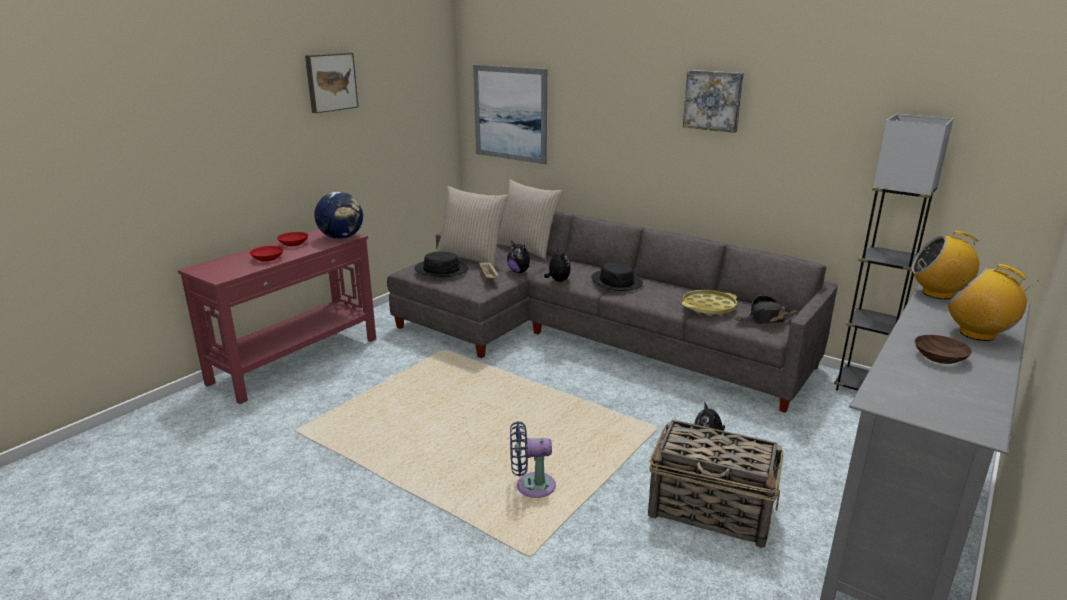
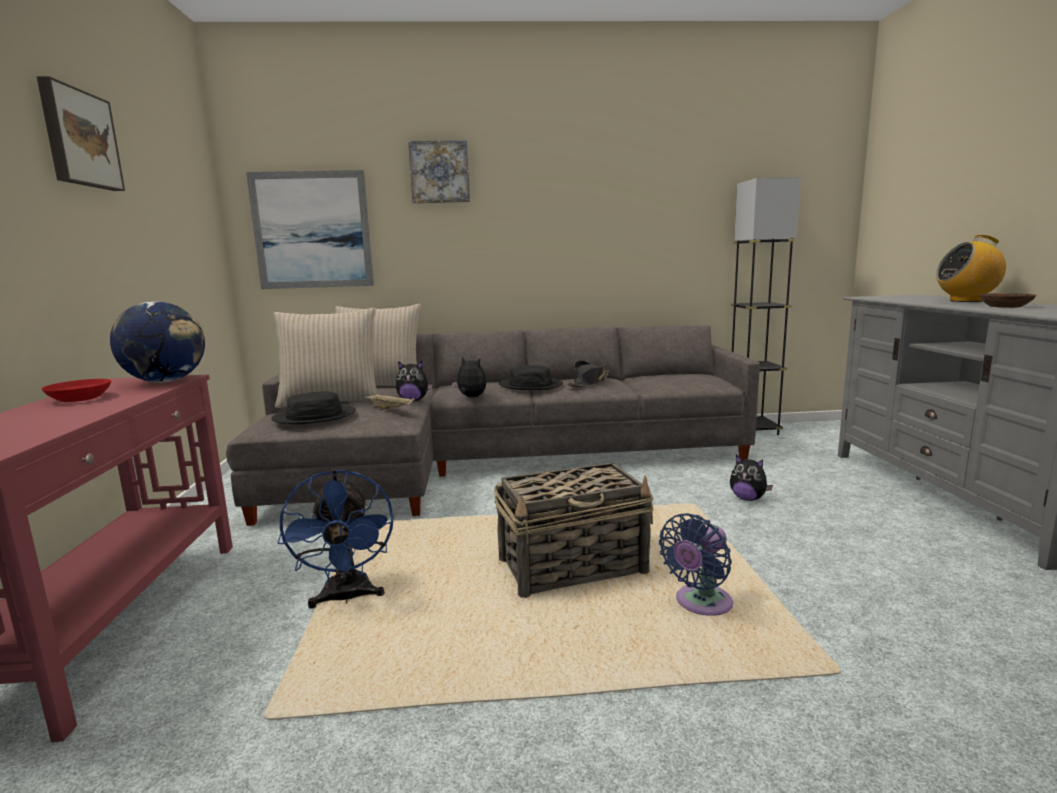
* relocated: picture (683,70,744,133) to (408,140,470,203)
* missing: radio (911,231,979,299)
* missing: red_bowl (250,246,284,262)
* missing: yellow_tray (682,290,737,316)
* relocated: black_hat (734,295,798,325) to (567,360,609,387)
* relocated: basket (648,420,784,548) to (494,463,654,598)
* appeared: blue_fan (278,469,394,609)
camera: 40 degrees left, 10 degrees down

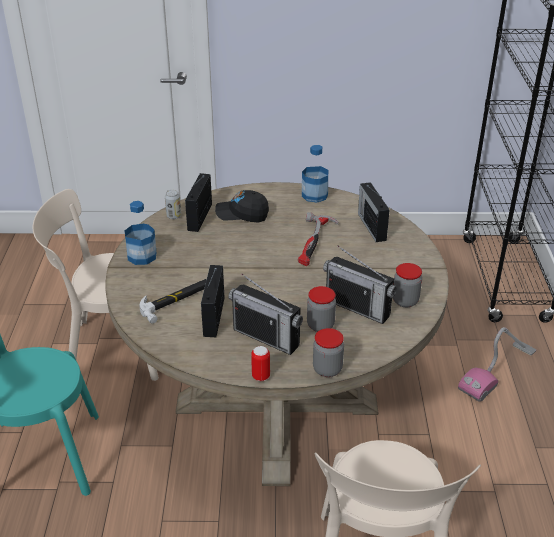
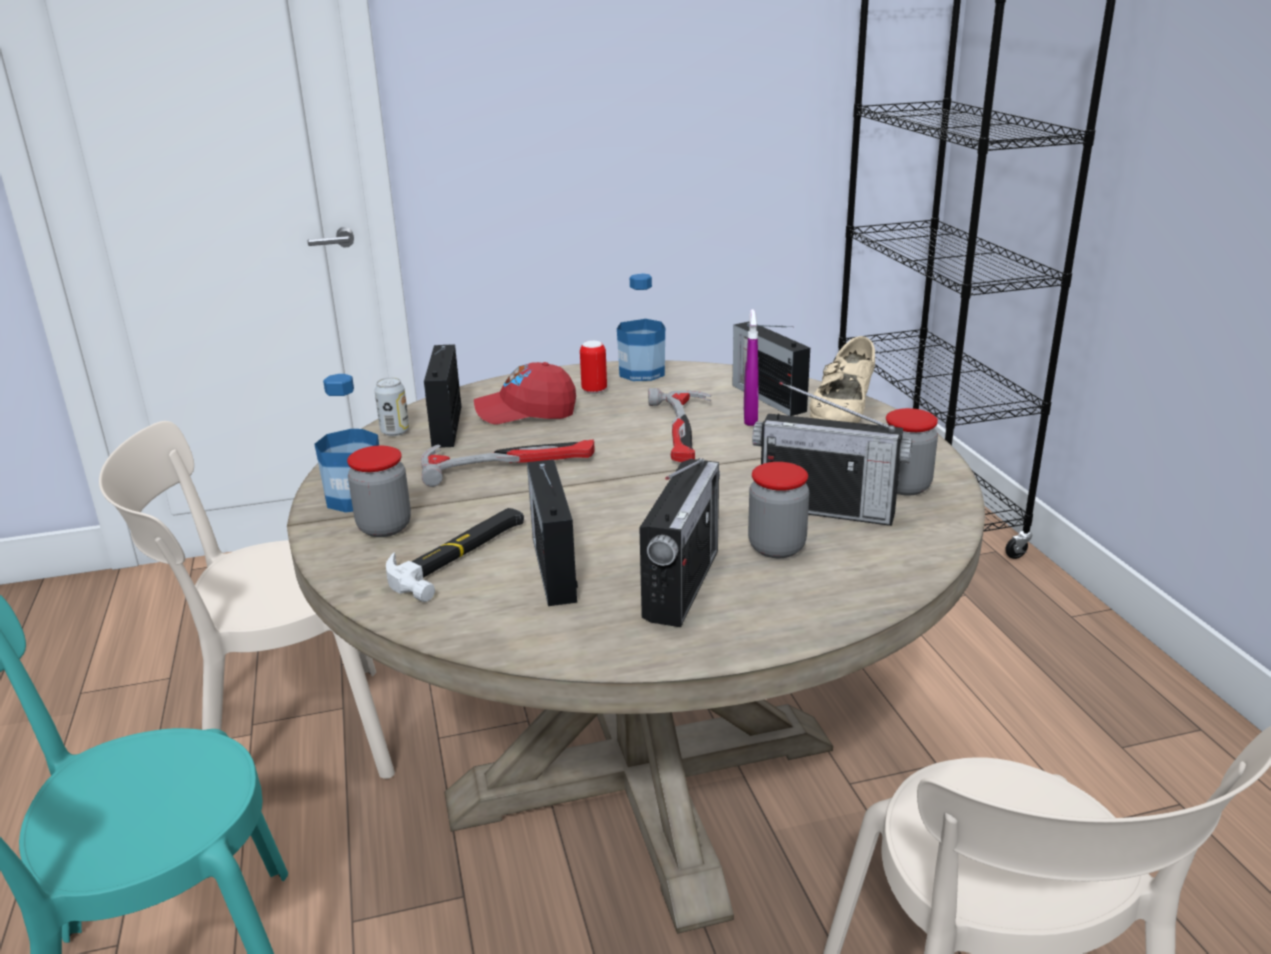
* colour: black_cap (215,190,269,222) to red_cap (474,362,576,425)
* spun: radio (229,273,303,355) = (639,458,720,627) 90 degrees counterclockwise
* missing: vacuum_cleaner (458,327,536,402)
* relocated: jar (313,328,344,377) to (347,446,411,537)
* relocated: can (251,346,270,381) to (580,341,607,394)
* appeared: purple_spray_bottle (744,309,759,426)
* appeared: beige_shoe (810,336,875,423)
* appeared: hammer (421,440,595,487)
camera: 15 degrees left, 10 degrees down

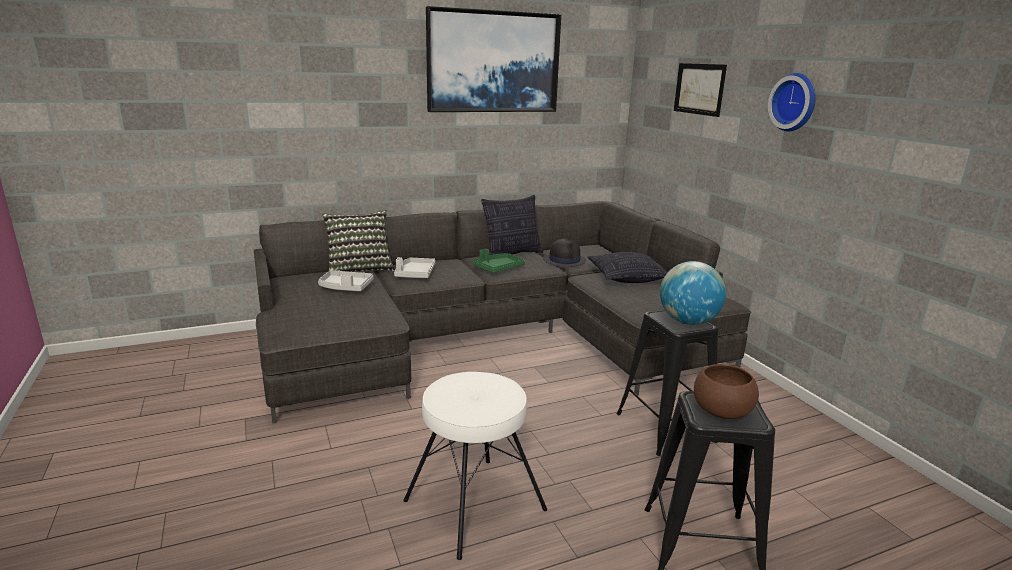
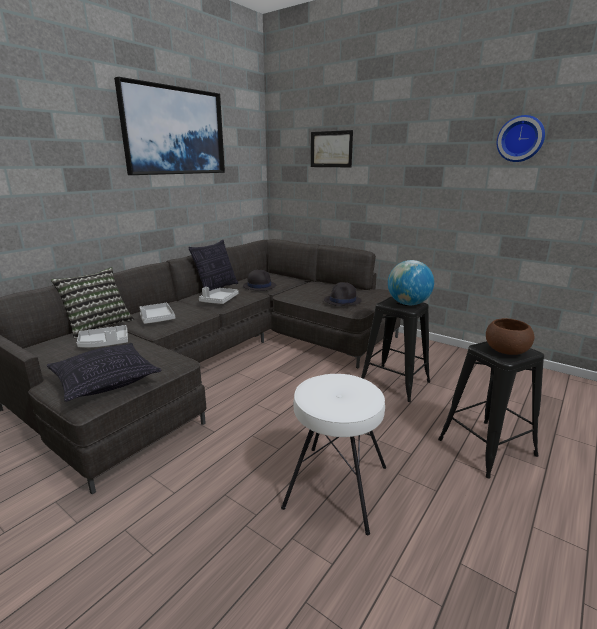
* relocated: wall_clock (768,73,816,131) to (497,115,545,162)
* colour: green_tray (473,249,525,273) to grey_tray (199,287,239,304)
* relocated: pillow (587,252,668,283) to (47,343,161,402)
* appeared: black_hat (324,282,361,306)
camera: 30 degrees left, 0 degrees up

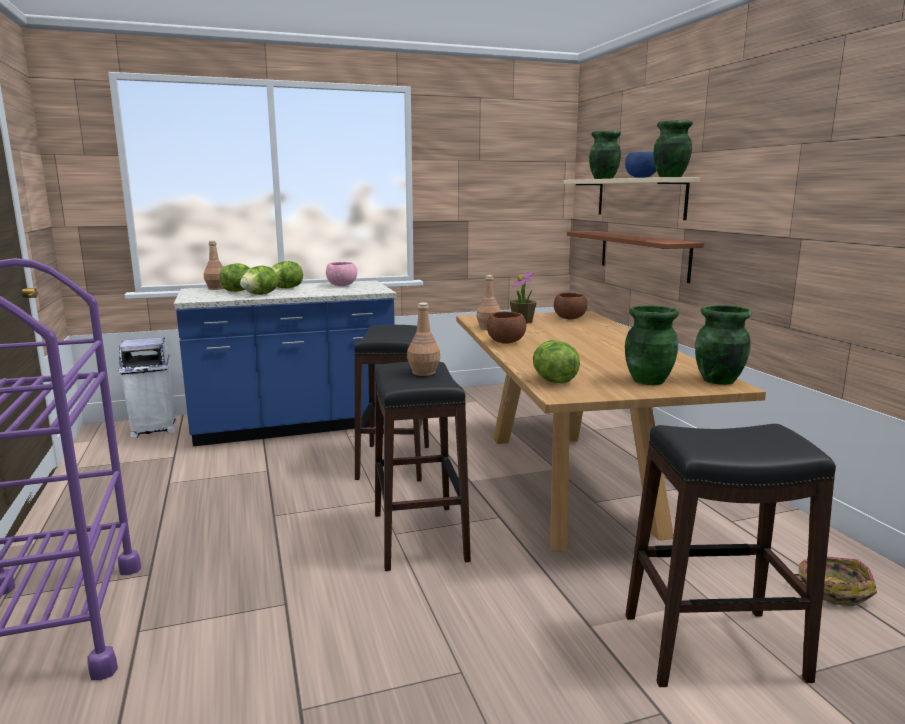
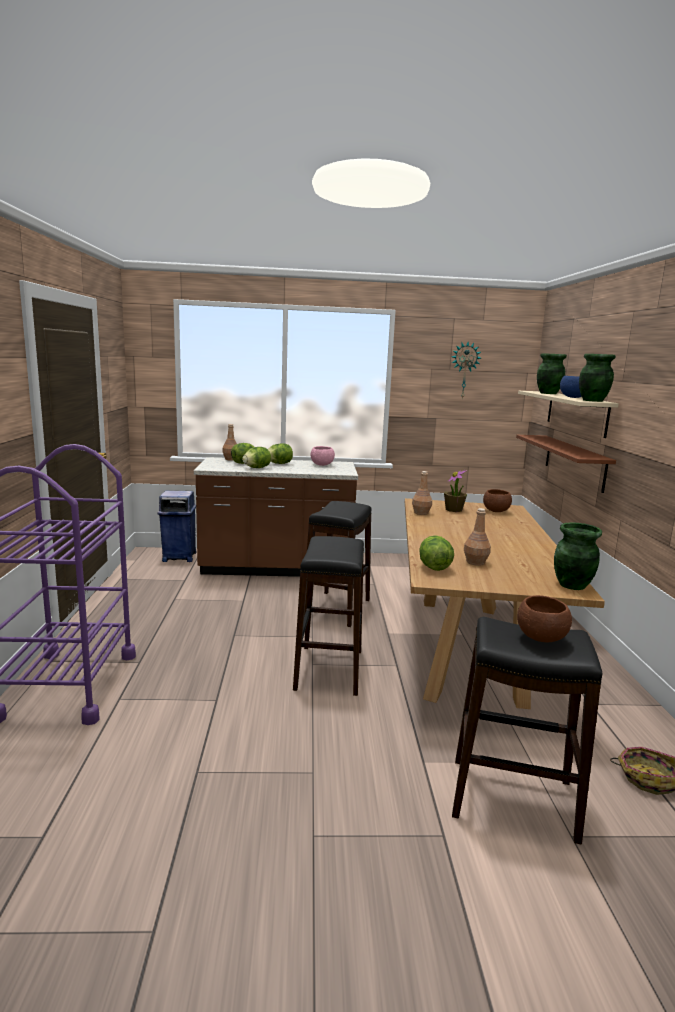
* colour: blue_counter (174,280,396,447) to brown_counter (194,457,358,577)
* relocated: brown_bottle (407,303,440,376) to (464,508,491,566)
* missing: green_vase (625,305,679,385)
* relocated: brown_bowl (487,311,526,344) to (517,595,572,643)
* colour: white_trash_can (118,337,177,438) to blue_trash_can (157,491,197,562)
* appeared: wall_clock (451,342,481,399)
camera: 15 degrees right, 0 degrees up

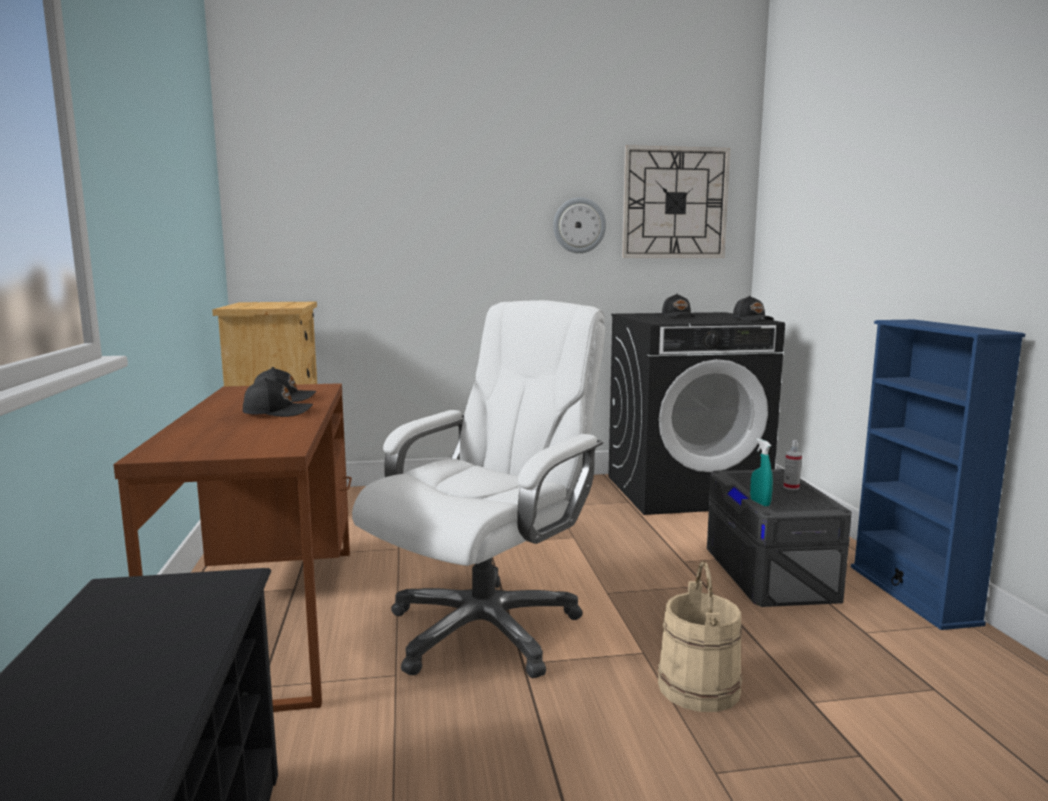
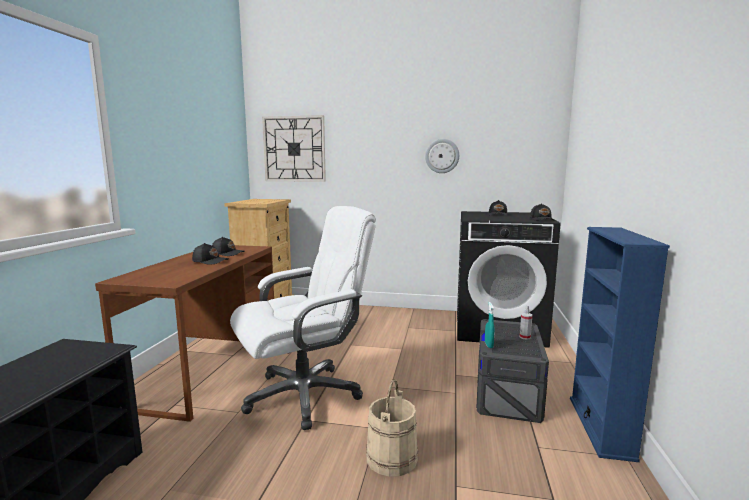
* relocated: wall_clock (622,145,730,258) to (262,115,326,182)
camera: 20 degrees right, 0 degrees up

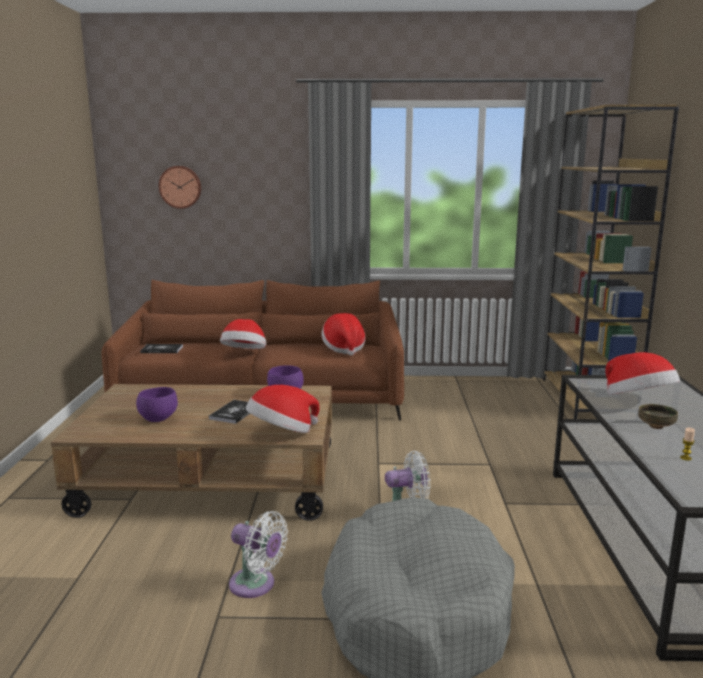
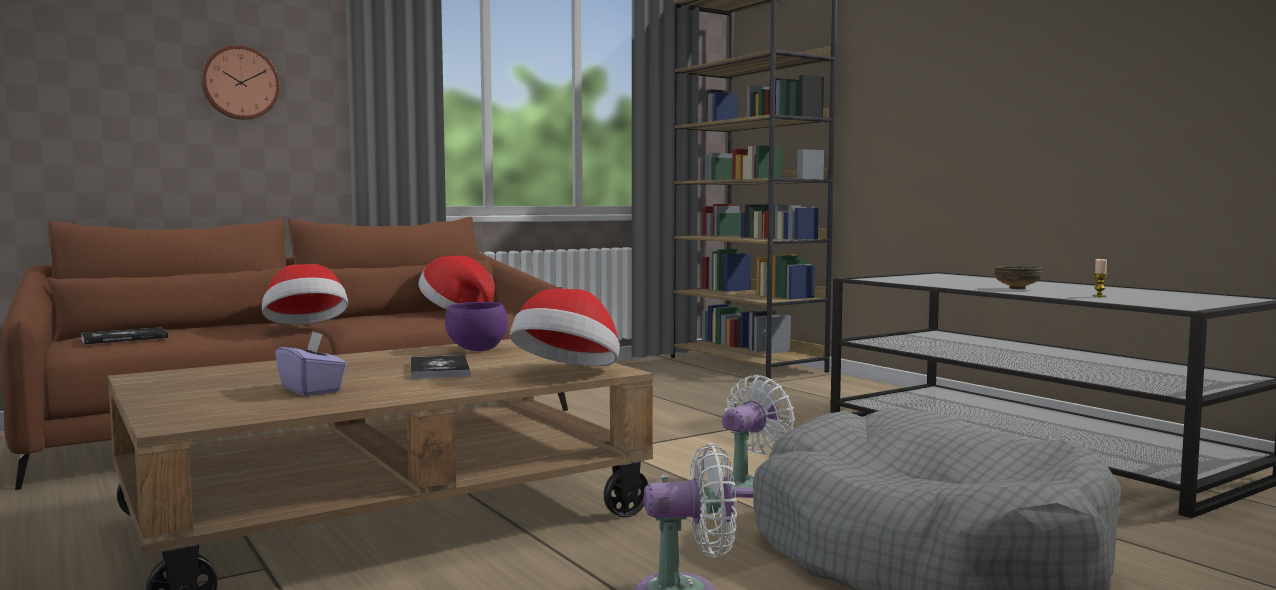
* relocated: wall_clock (159,166,201,209) to (201,45,280,120)
* missing: hat (605,352,680,395)
* exchanged: purple_bowl (136,387,178,422) to purple_tissue_box (275,331,347,396)
camera: 35 degrees left, 10 degrees down

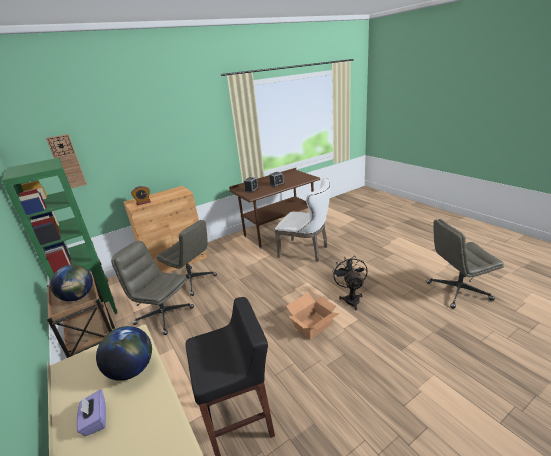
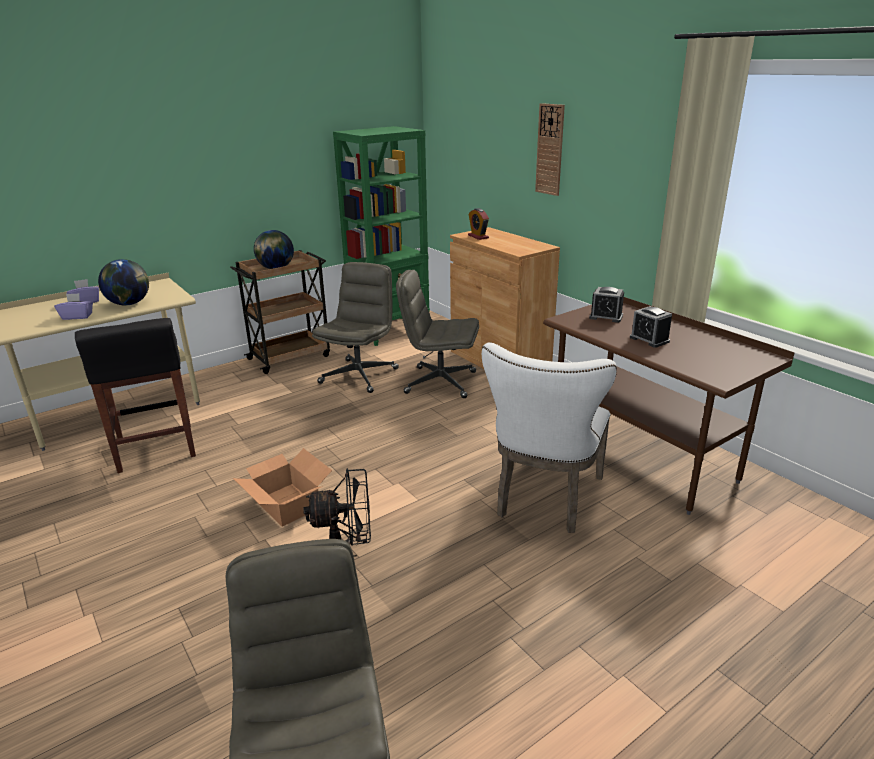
* relocated: wall_clock (46,134,87,188) to (535,103,565,196)
* spun: grey_office_chair (156,220,217,296) = (396,270,479,398) 75 degrees clockwise
* appeared: purple_tissue_box (54,293,93,320)
camera: 85 degrees right, 0 degrees up

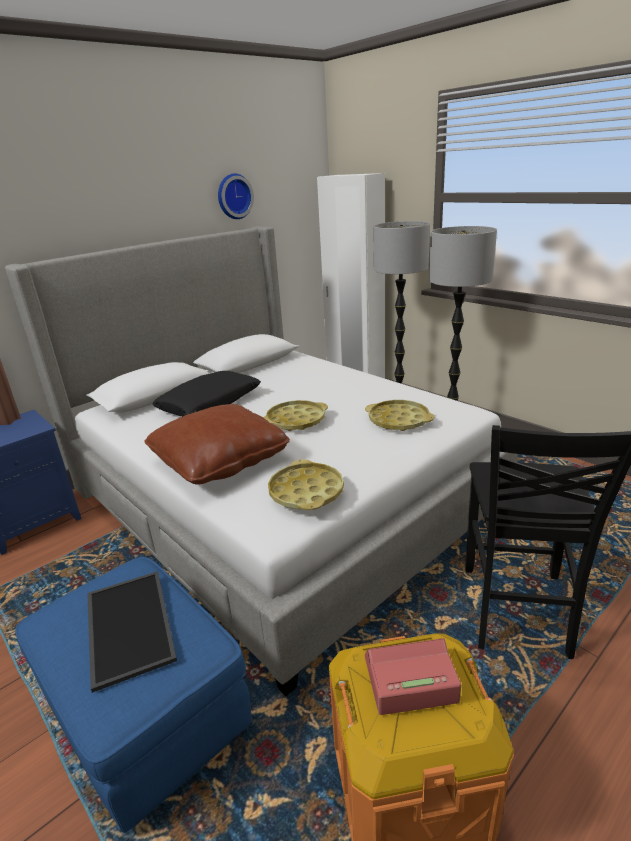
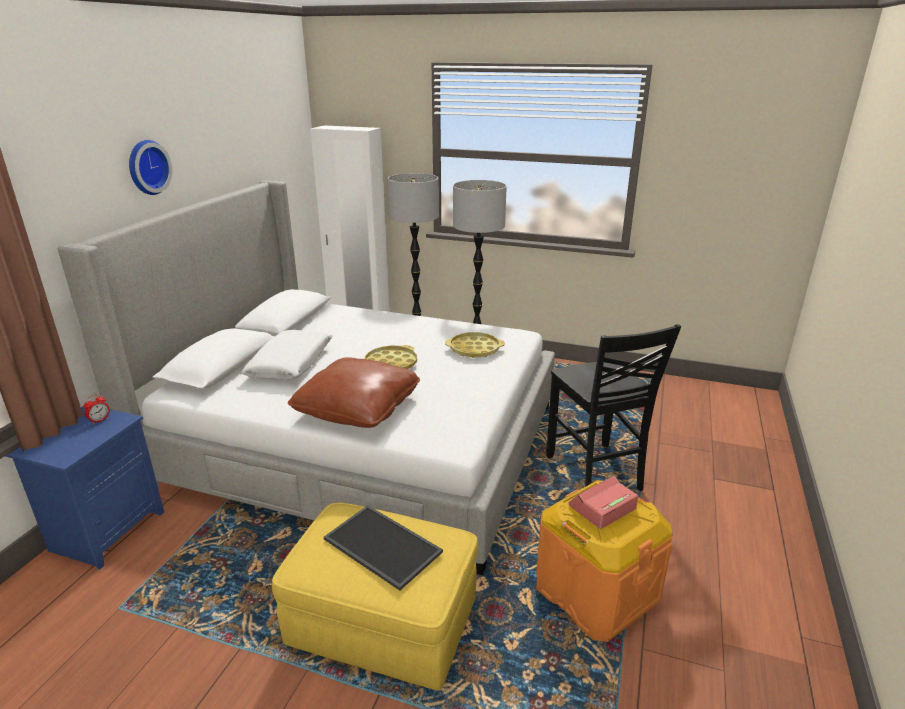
* relocated: wall_clock (218,173,254,219) to (129,140,172,195)
* colour: black_pillow (152,371,261,417) to white_pillow (241,330,332,380)
* missing: yellow_tray (268,459,344,510)
* colour: blue_ottoman (15,557,252,833) to yellow_ottoman (272,503,478,691)
* appeared: alarm_clock (84,394,110,424)
camera: 30 degrees left, 0 degrees up

